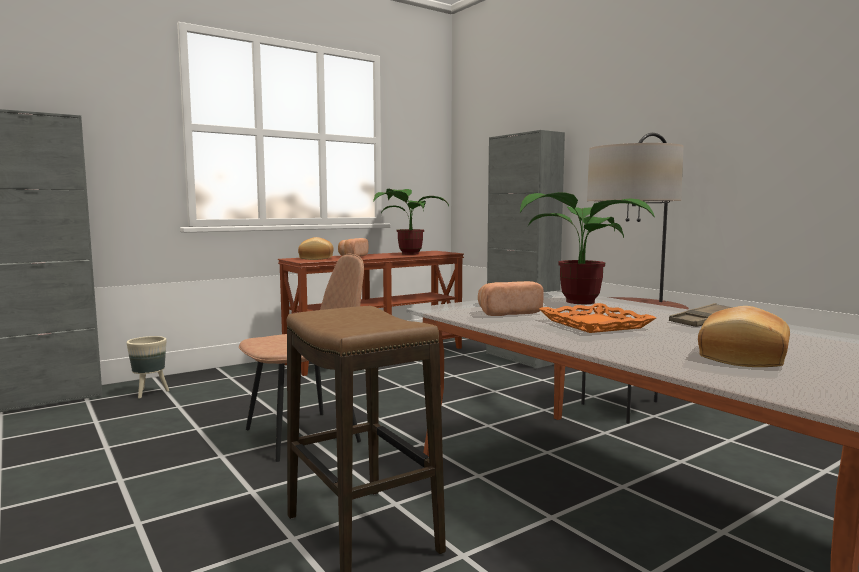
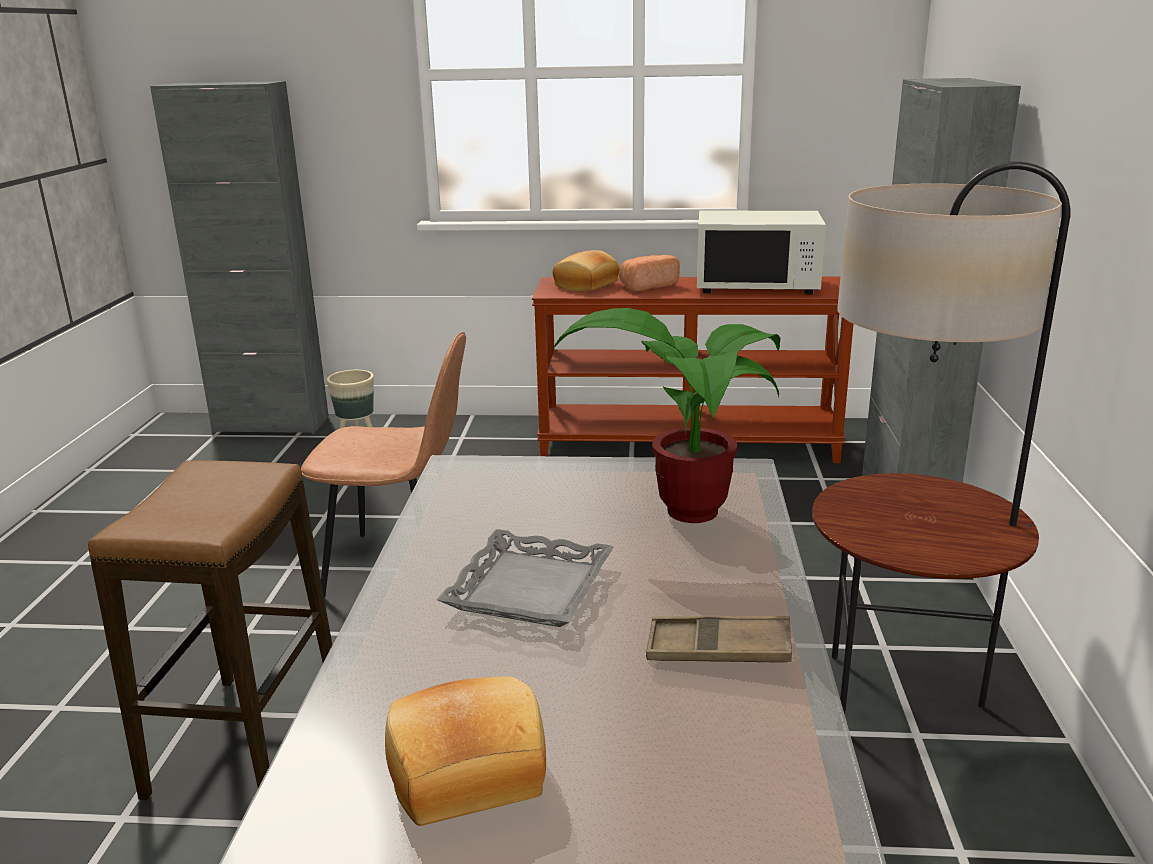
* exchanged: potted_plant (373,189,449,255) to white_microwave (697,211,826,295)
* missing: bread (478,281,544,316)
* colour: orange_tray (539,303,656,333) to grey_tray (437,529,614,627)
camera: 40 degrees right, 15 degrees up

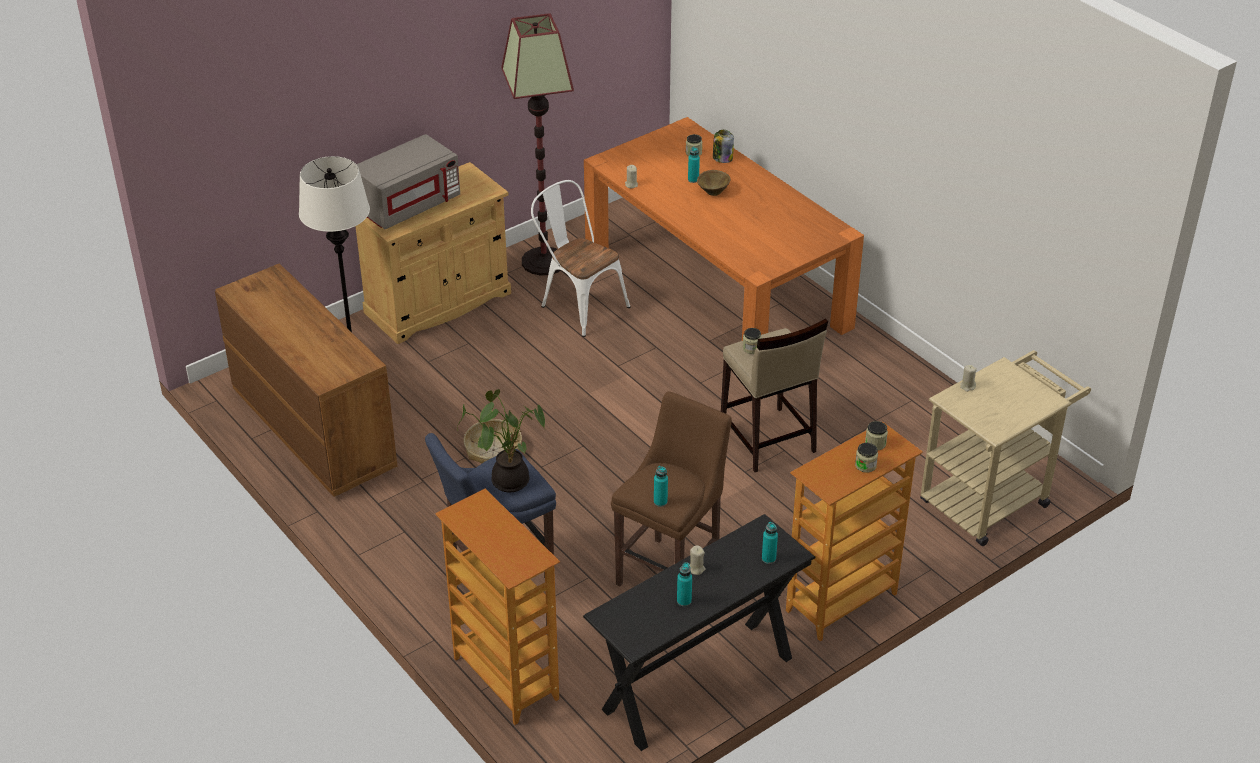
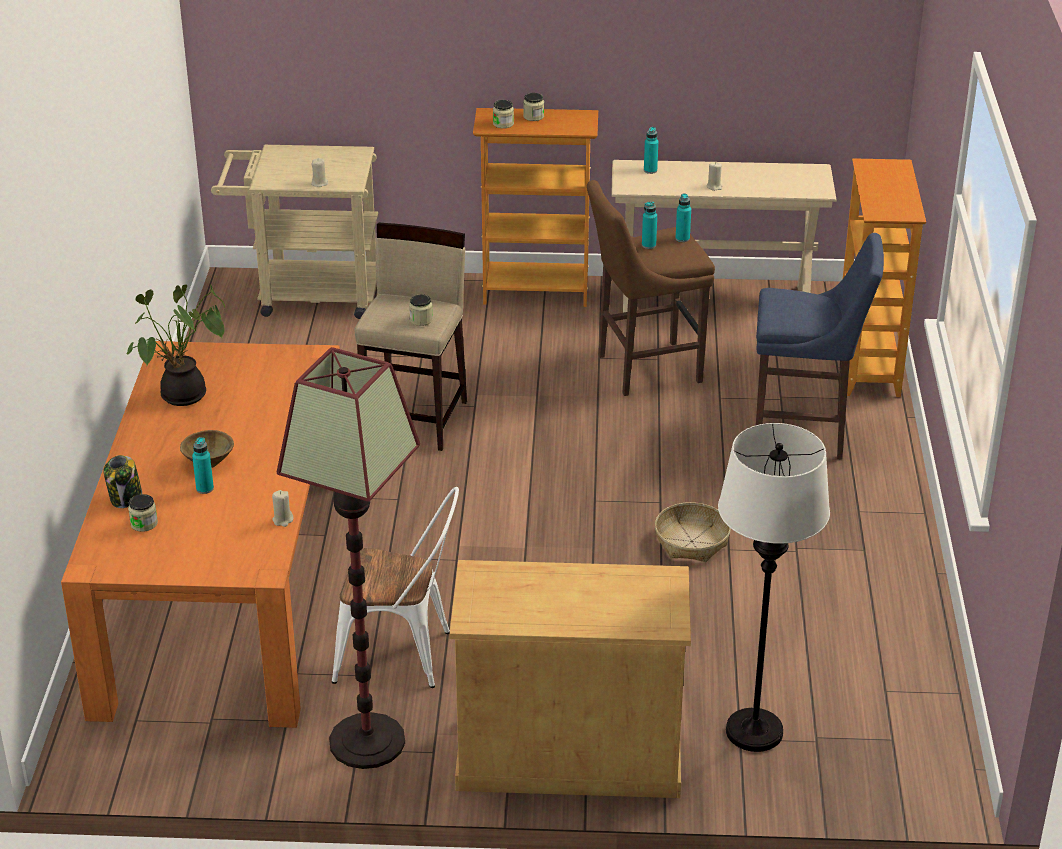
* missing: grey_microwave (357,134,460,229)
* spun: white_chair (531,180,630,337) = (332,487,459,688) 75 degrees counterclockwise
* missing: brown_dresser (215,263,397,497)
* relocated: potted_plant (457,389,545,493) to (127,284,225,406)
* colour: black_console_table (583,514,816,751) to beige_console_table (611,160,837,313)
* relocated: turquoise_bottle (677,562,692,607) to (642,201,657,249)
camera: 140 degrees left, 5 degrees down

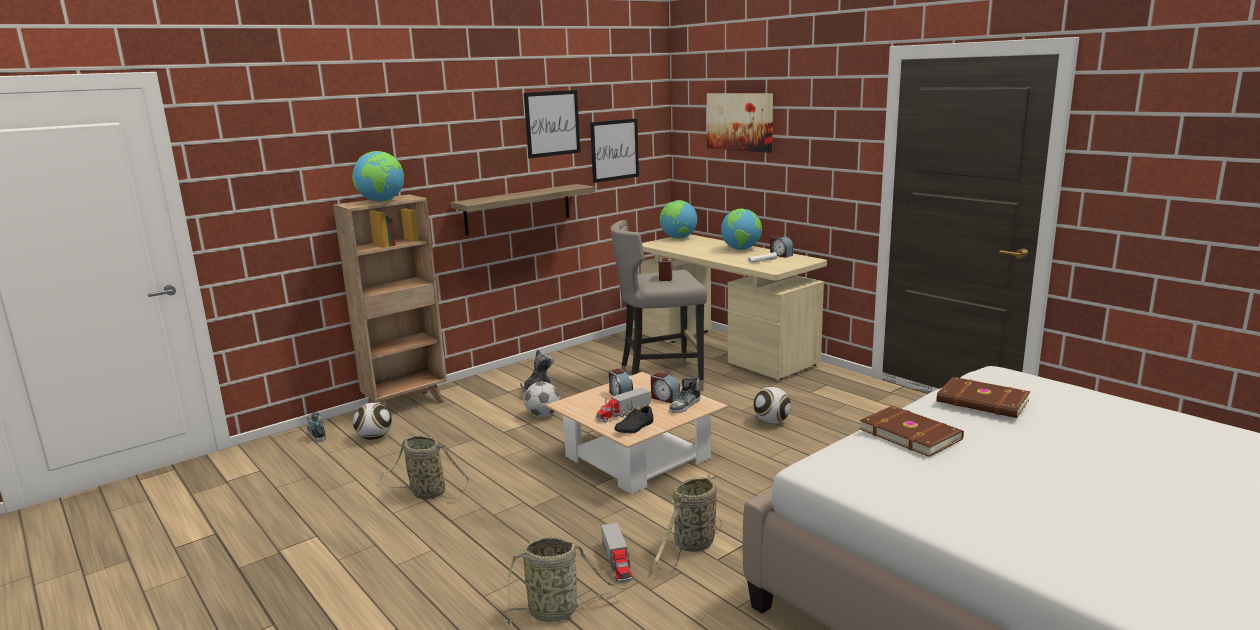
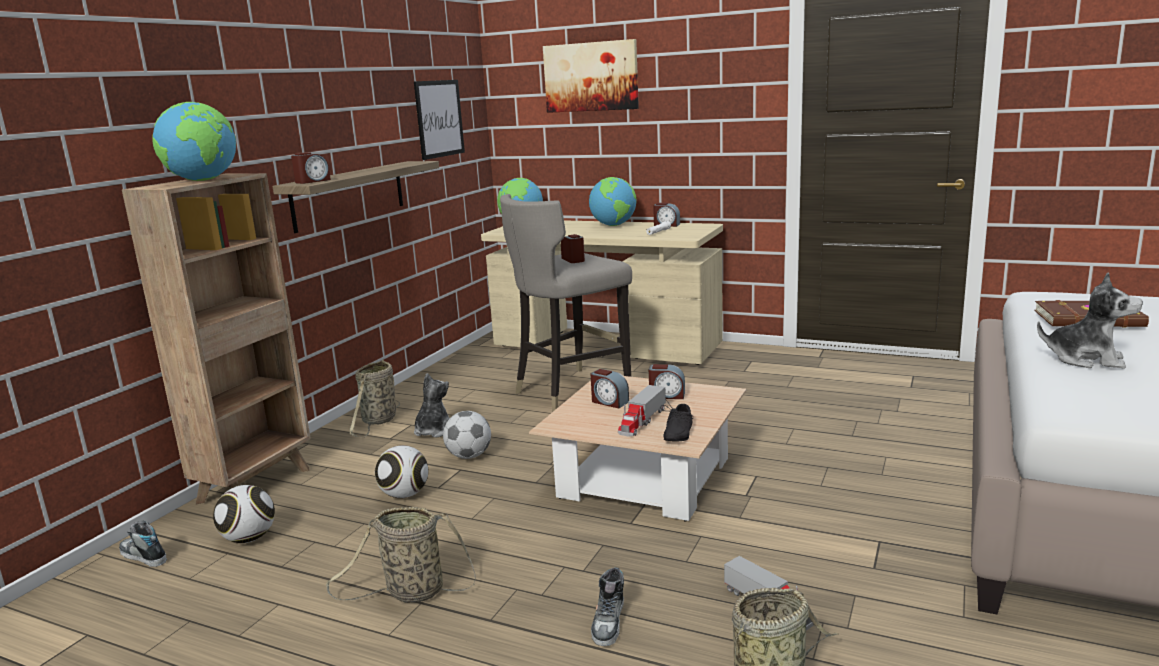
* missing: picture (524,90,580,158)
* relocated: shoe (669,377,700,413) to (591,567,624,646)
* relocated: football (753,387,791,424) to (375,445,428,498)
* exchanged: brown_book (859,406,964,457) to plush_toy (1037,272,1143,369)
* relocated: basket (654,474,723,571) to (349,359,400,437)
* appeared: alarm_clock (291,152,331,184)
camera: 25 degrees left, 0 degrees up

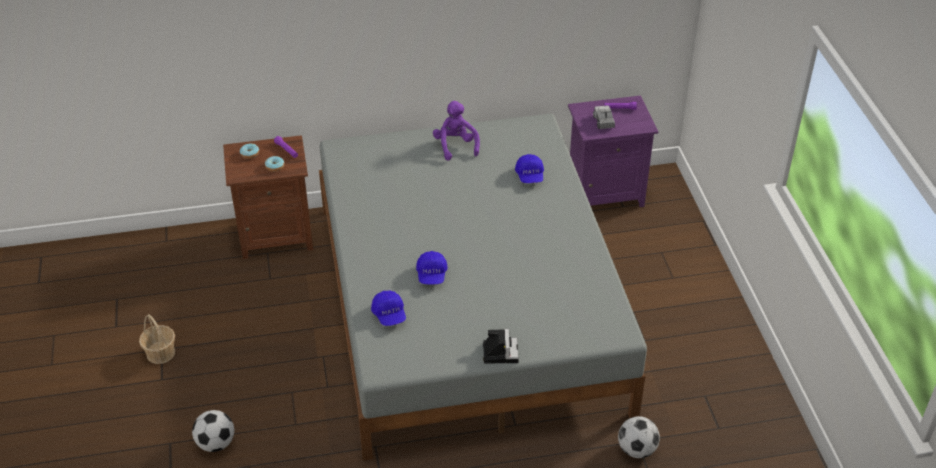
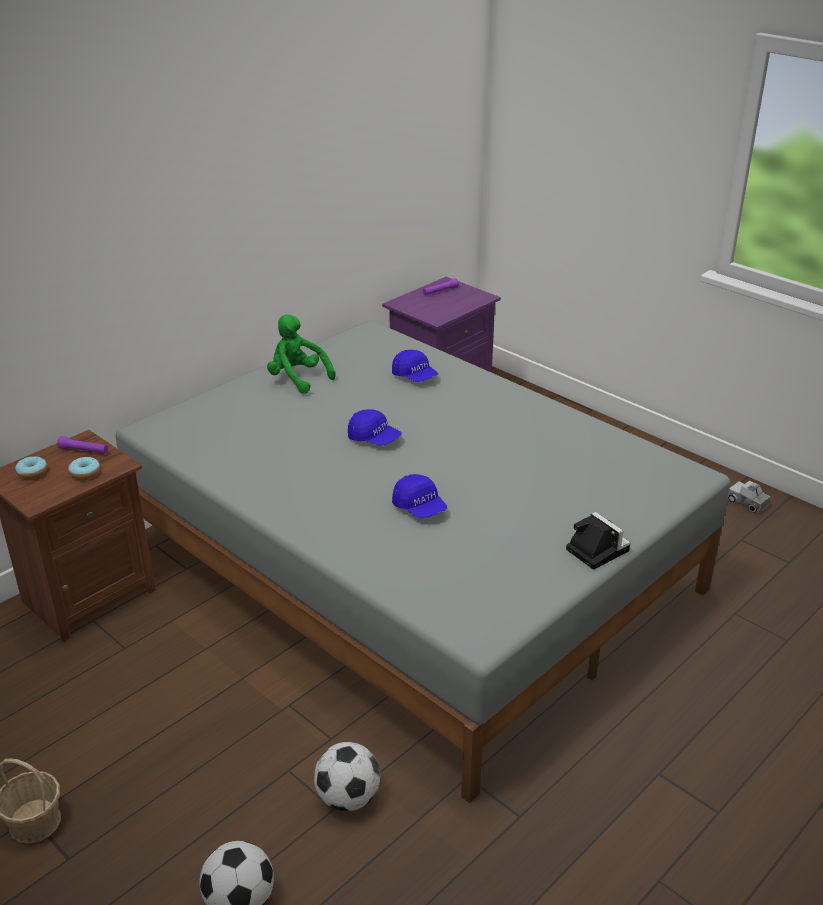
* colour: purple_plush_toy (433,101,480,161) to green_plush_toy (267,315,336,394)
* relocated: toy_truck (593,105,615,129) to (728,480,771,513)
* relocated: blue_cap (371,291,406,326) to (348,409,402,446)
* relocated: football (618,416,660,458) to (314,742,380,811)
camera: 35 degrees left, 10 degrees down

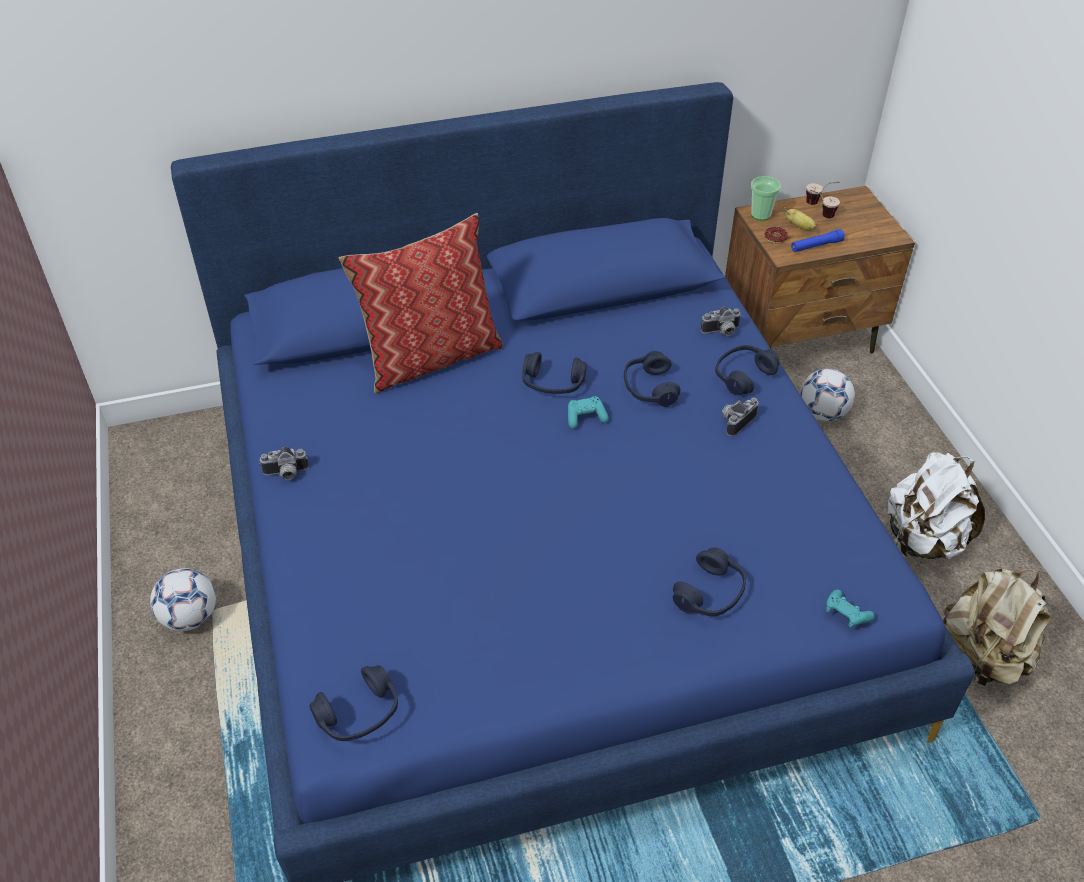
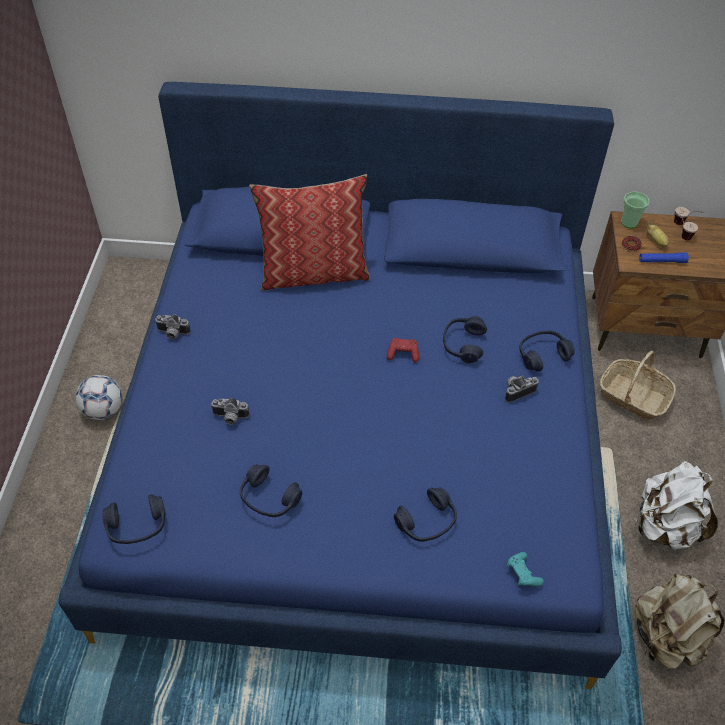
* relocated: photo_camera (701,307,742,336) to (211,398,249,425)
* relocated: blue_headphones (522,352,586,394) to (240,464,302,517)
* exchanged: football (800,368,855,421) to basket (600,351,676,420)
* colour: turquoise_game_controller (568,396,609,429) to red_game_controller (387,338,419,363)
camera: 20 degrees right, 5 degrees up

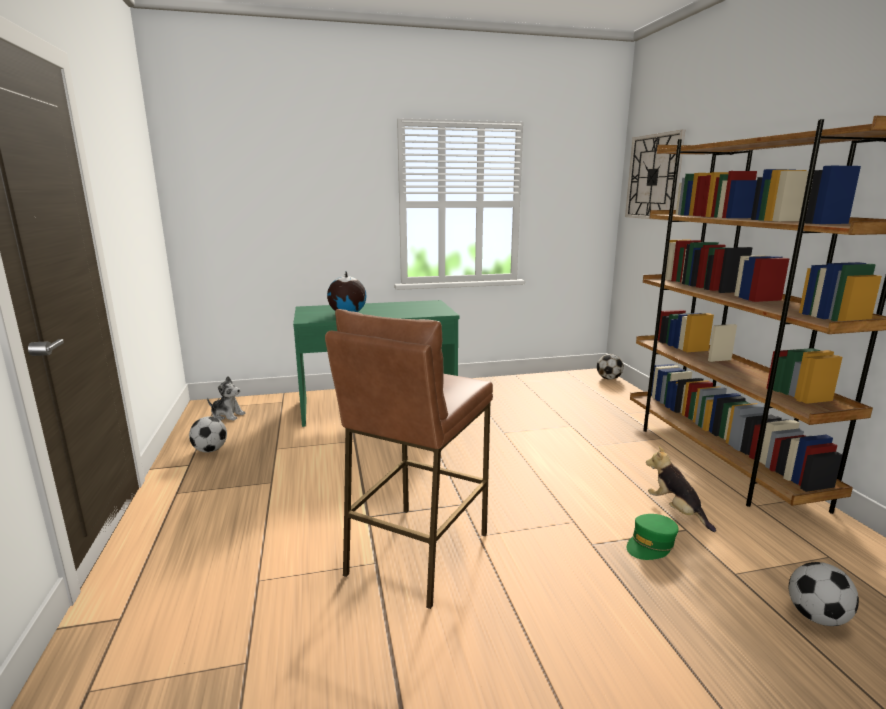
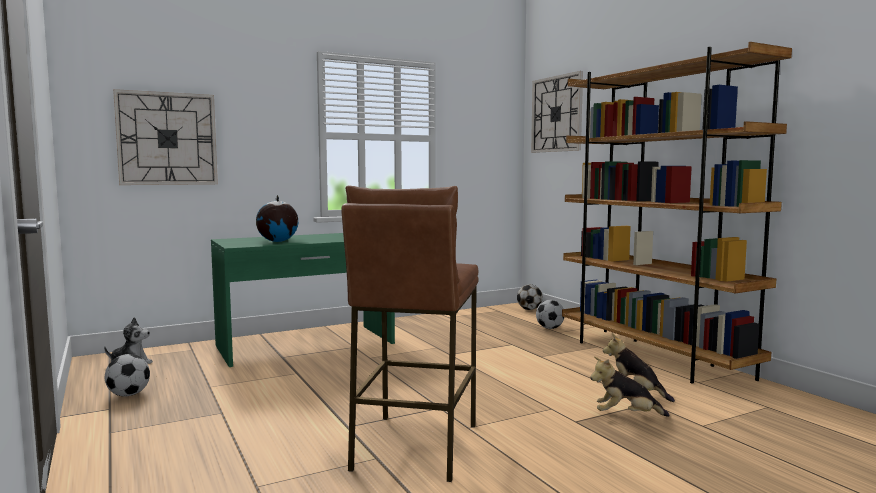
* exchanged: green_cap (627,514,679,560) to plush_toy (590,356,670,417)
* relocated: football (789,562,859,626) to (536,300,564,329)
* appeared: wall_clock (113,89,218,185)
camera: 15 degrees left, 10 degrees down

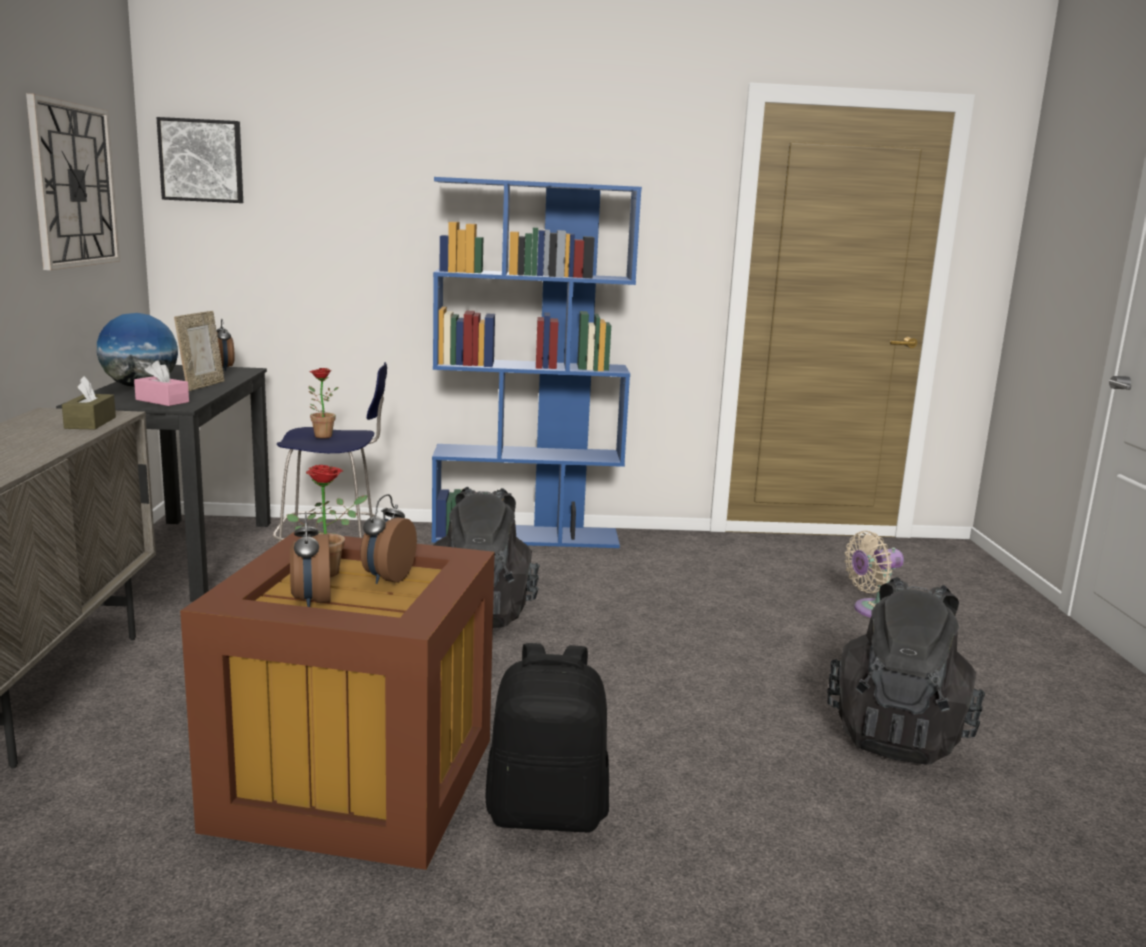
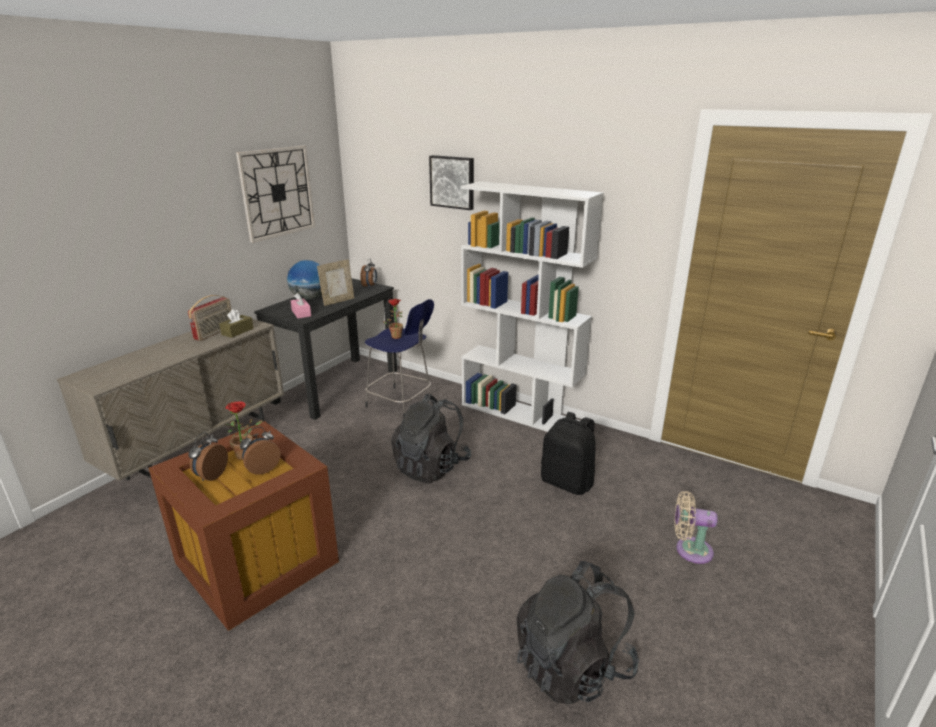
* relocated: picture (156,117,243,203) to (429,155,474,210)
* colour: blue_bookcase (432,177,642,548) to white_bookcase (461,181,604,432)
* relocated: black_backpack (485,643,609,832) to (541,412,596,495)
* appeared: radio (188,295,231,341)
camera: 35 degrees right, 10 degrees up

